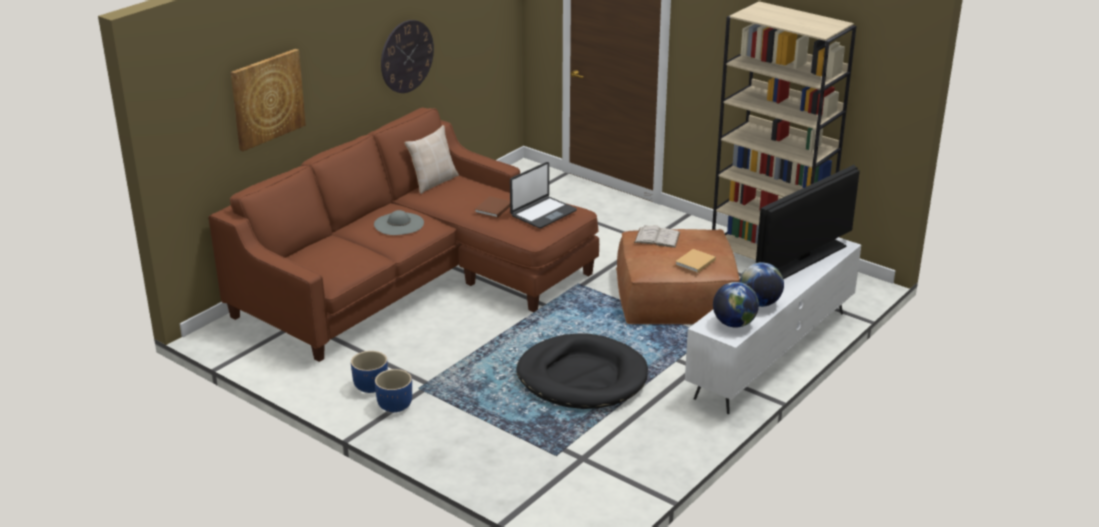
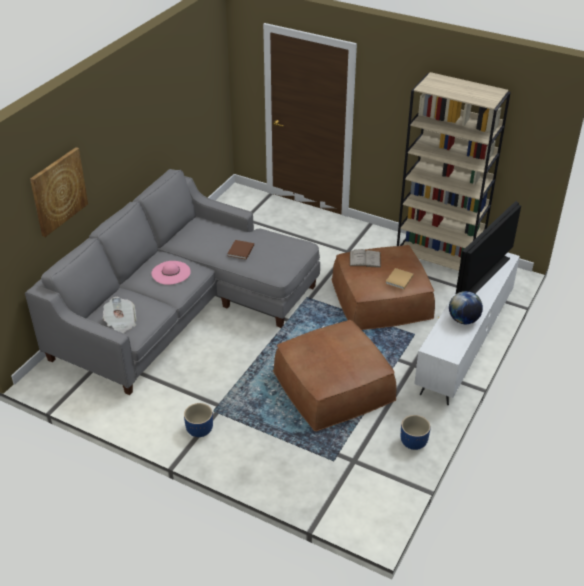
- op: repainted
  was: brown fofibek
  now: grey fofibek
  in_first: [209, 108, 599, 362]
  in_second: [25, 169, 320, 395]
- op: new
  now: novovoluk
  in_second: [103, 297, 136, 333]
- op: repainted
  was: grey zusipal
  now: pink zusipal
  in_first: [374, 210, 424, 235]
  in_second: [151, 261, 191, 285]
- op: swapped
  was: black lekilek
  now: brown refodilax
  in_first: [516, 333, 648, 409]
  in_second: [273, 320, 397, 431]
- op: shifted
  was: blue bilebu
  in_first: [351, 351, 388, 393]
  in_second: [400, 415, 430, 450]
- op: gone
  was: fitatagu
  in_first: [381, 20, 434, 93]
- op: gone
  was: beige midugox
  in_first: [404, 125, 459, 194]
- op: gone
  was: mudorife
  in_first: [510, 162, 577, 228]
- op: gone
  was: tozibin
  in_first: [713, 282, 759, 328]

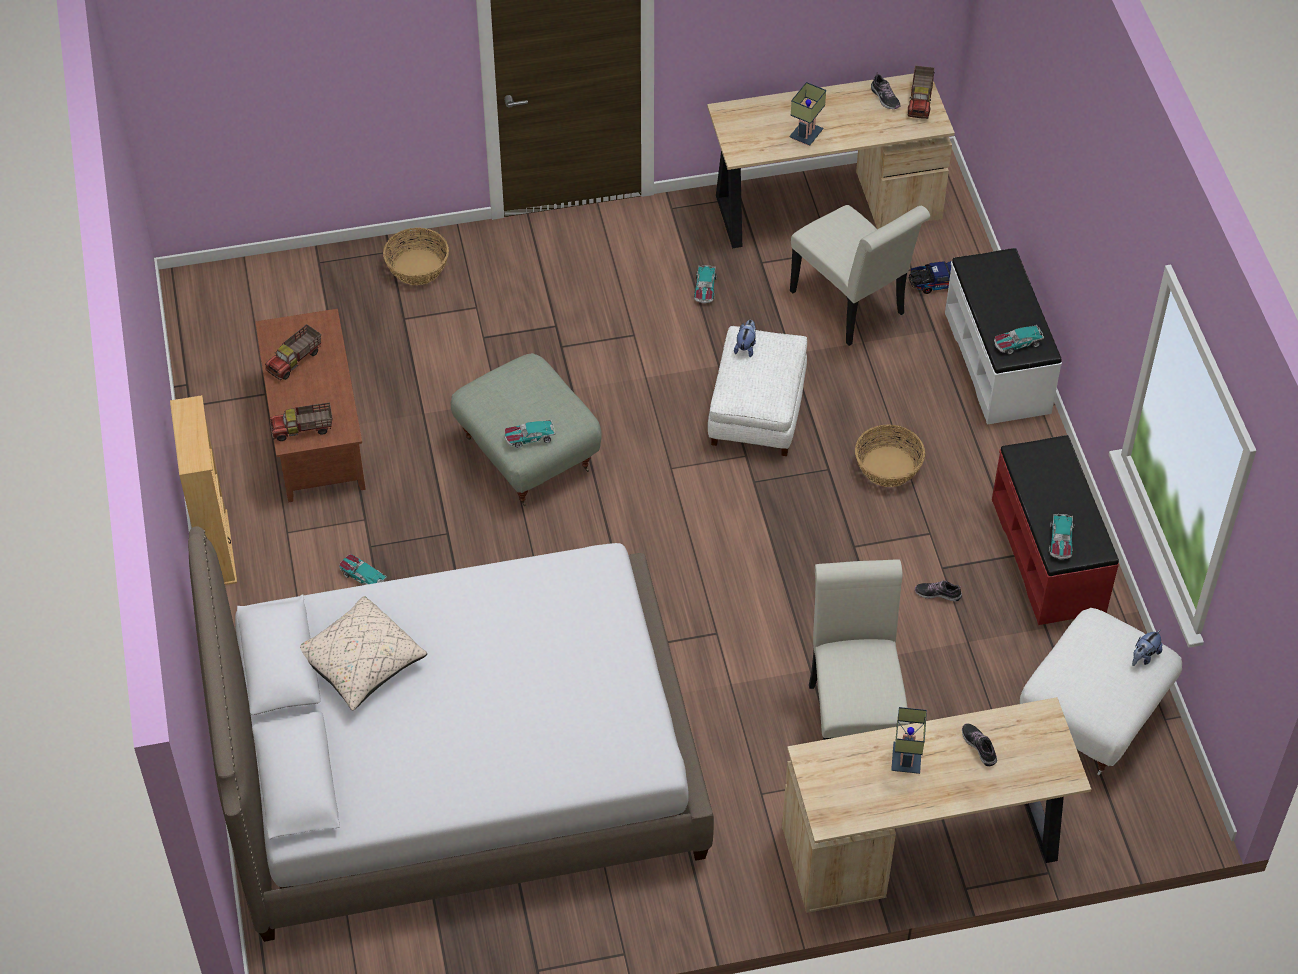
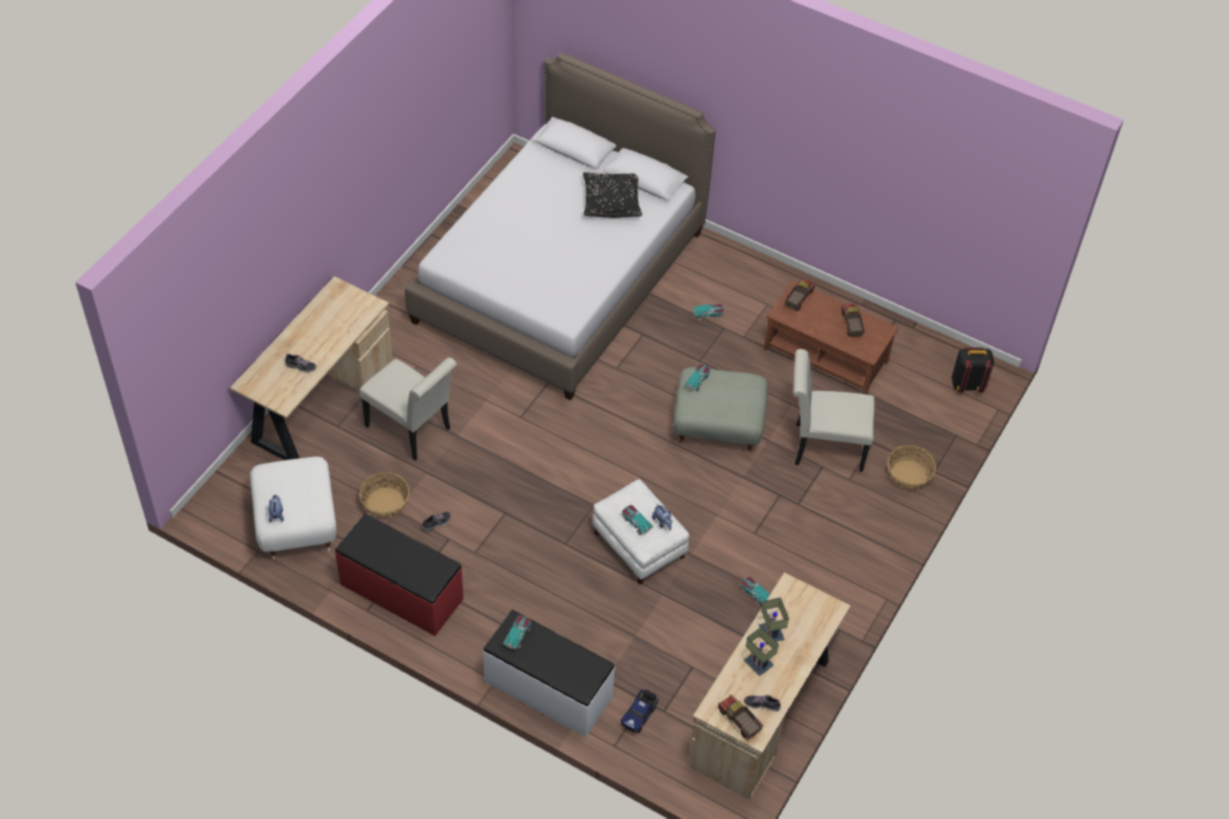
- op: shifted
  was: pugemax
  in_first: [855, 424, 925, 487]
  in_second: [359, 472, 410, 518]
- op: repainted
  was: beige midugox
  now: black midugox
  in_first: [300, 596, 427, 711]
  in_second: [583, 172, 642, 218]
- op: shifted
  was: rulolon
  in_first: [1049, 514, 1074, 559]
  in_second: [622, 505, 654, 535]
- op: shifted
  was: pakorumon
  in_first: [891, 707, 927, 774]
  in_second: [744, 627, 779, 676]
- op: shifted
  was: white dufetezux
  in_first: [790, 205, 930, 346]
  in_second: [793, 349, 874, 472]
- op: new
  now: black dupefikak
  in_second: [952, 347, 994, 393]
- op: gone
  was: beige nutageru
  in_first: [170, 395, 237, 585]

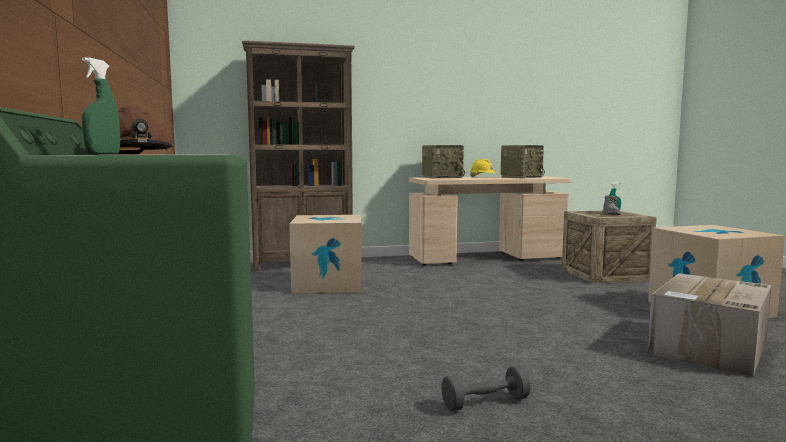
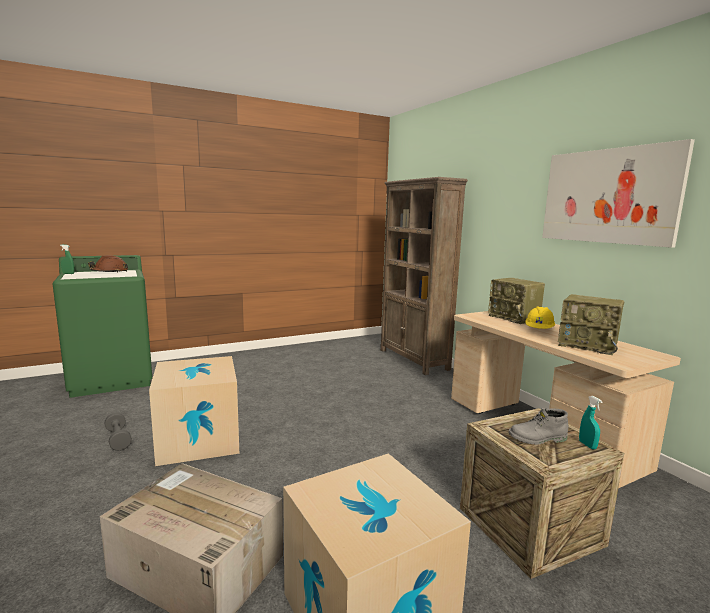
- op: shifted
  was: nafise
  in_first: [289, 215, 362, 294]
  in_second: [149, 356, 239, 466]
- op: new
  now: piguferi
  in_second: [542, 139, 695, 248]

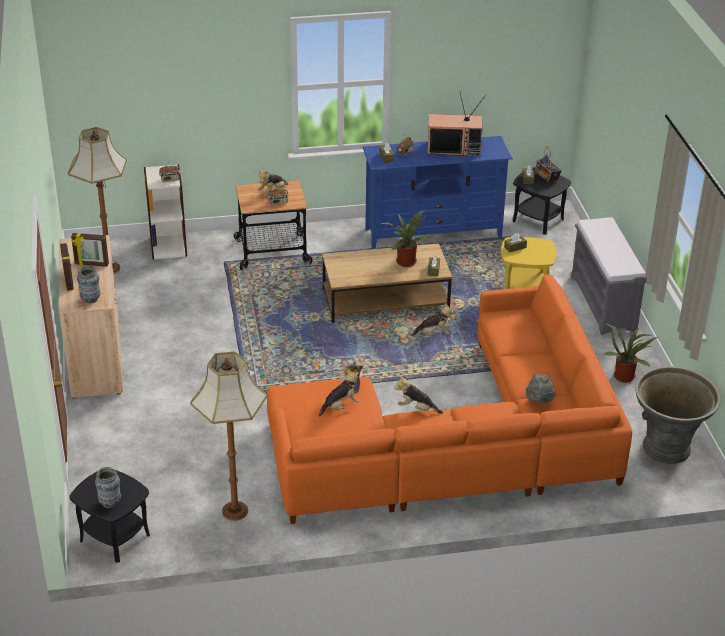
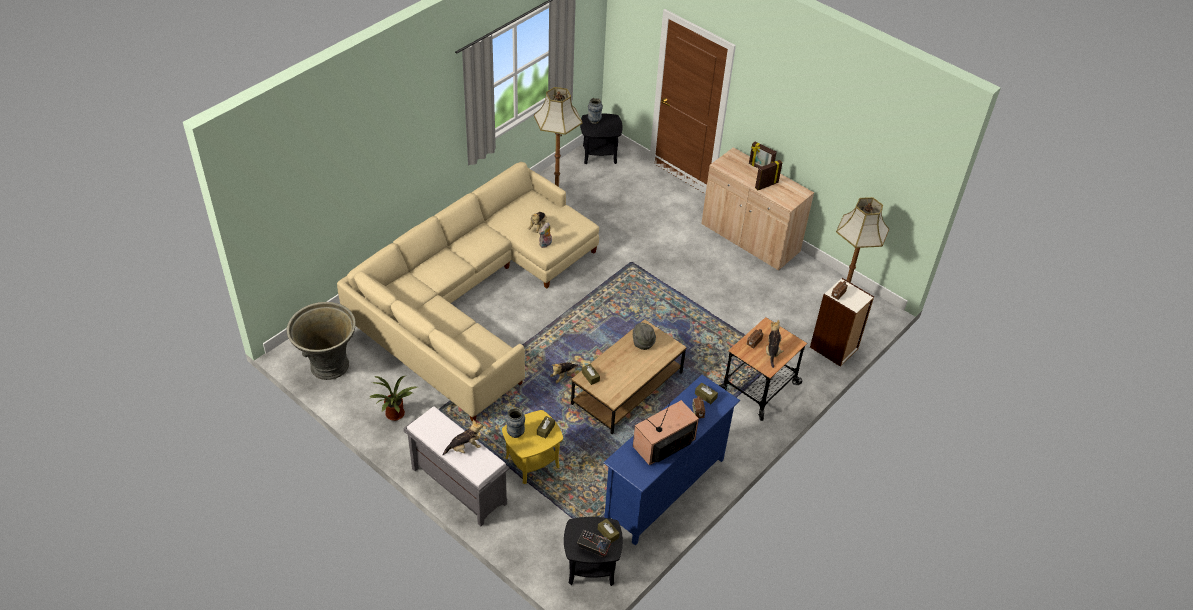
- op: repainted
  was: orange fofibek
  now: beige fofibek
  in_first: [267, 275, 632, 524]
  in_second: [337, 162, 599, 422]
- op: shifted
  was: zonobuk
  in_first: [394, 375, 443, 414]
  in_second: [443, 420, 483, 455]
- op: shifted
  was: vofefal
  in_first: [77, 265, 101, 304]
  in_second: [506, 408, 525, 438]
- op: shifted
  was: grey zusipal
  in_first: [526, 374, 556, 403]
  in_second: [633, 323, 656, 350]
- op: gone
  was: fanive
  in_first: [381, 210, 431, 267]

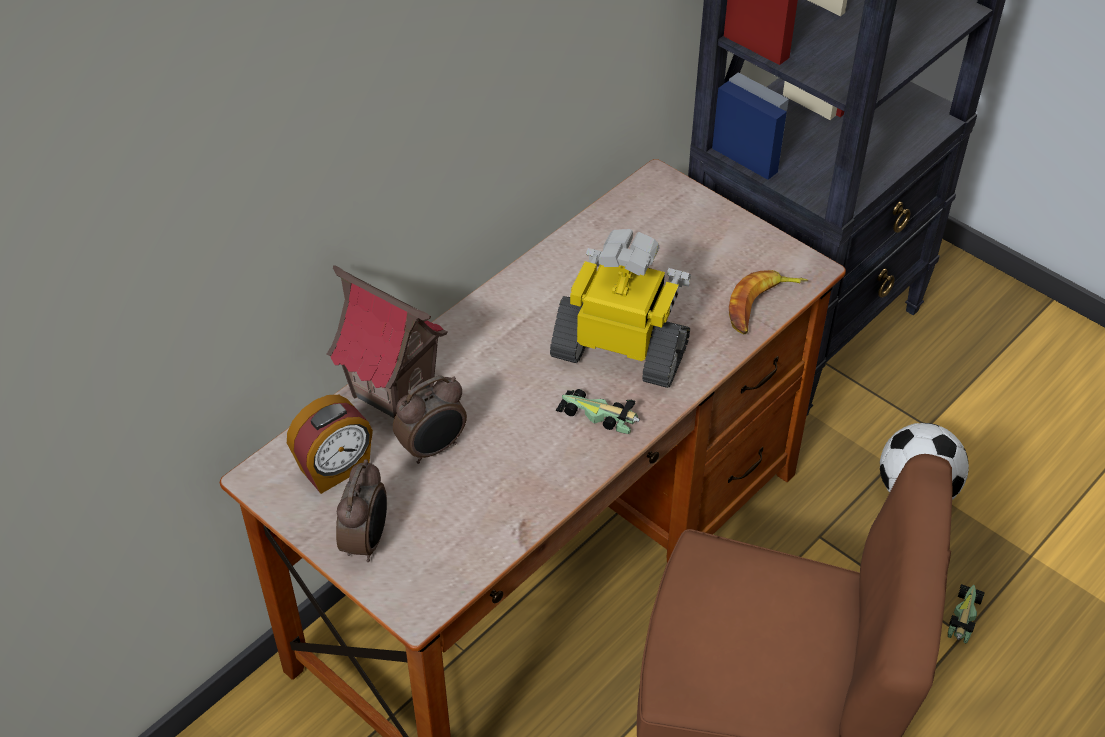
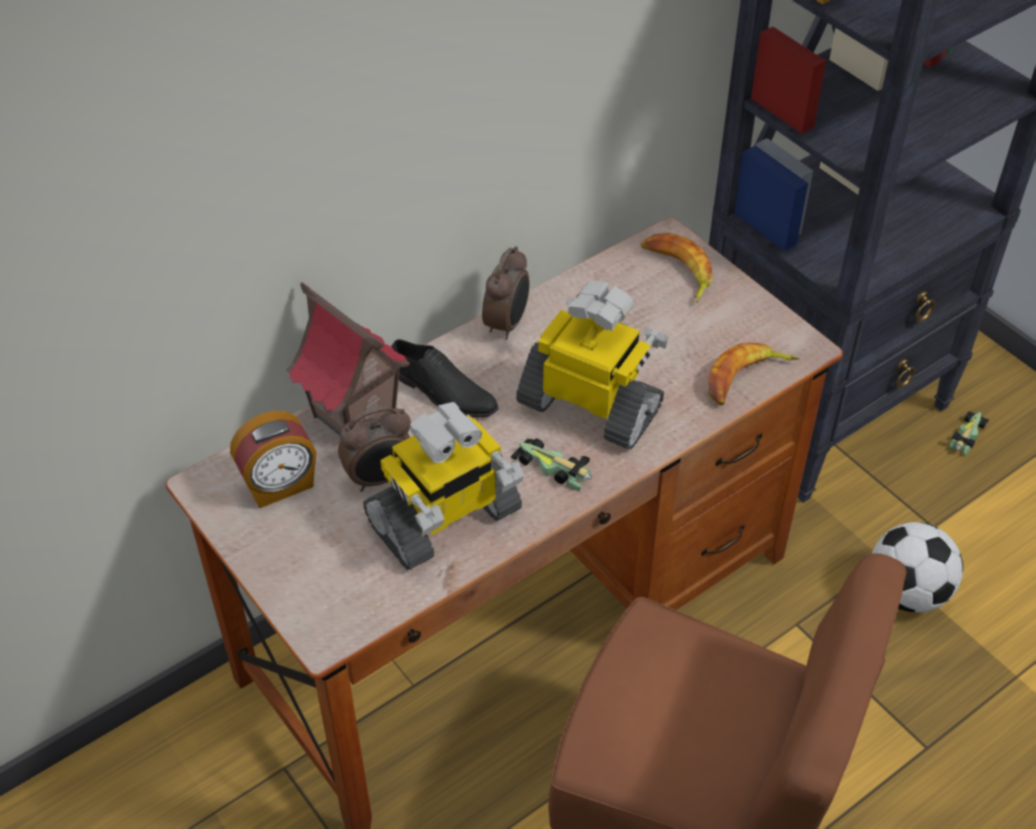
- op: new
  now: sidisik
  in_second: [363, 402, 524, 570]
- op: new
  now: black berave
  in_second: [391, 339, 498, 418]
- op: shifted
  was: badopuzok
  in_first: [336, 459, 387, 562]
  in_second: [482, 246, 530, 340]
- op: new
  now: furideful
  in_second: [641, 233, 713, 303]
- op: shifted
  was: rulolon
  in_first: [948, 584, 985, 644]
  in_second: [949, 411, 989, 456]

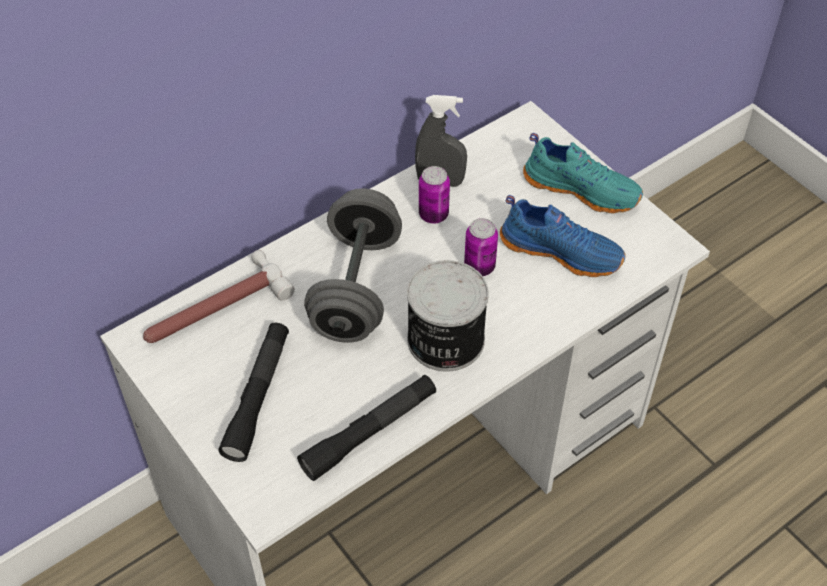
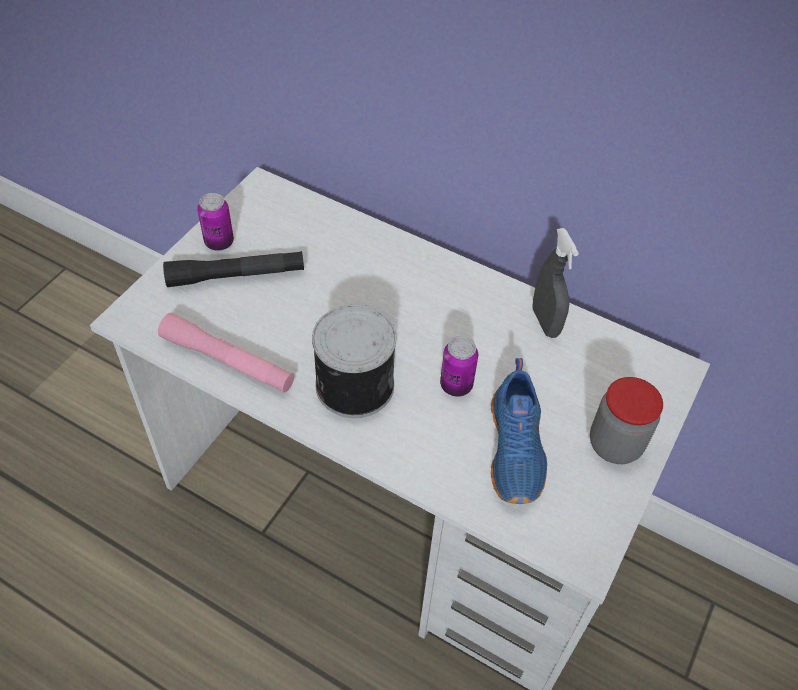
- op: repainted
  was: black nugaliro
  now: pink nugaliro
  in_first: [297, 375, 436, 481]
  in_second: [158, 313, 294, 393]
- op: shifted
  was: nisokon
  in_first: [419, 166, 450, 223]
  in_second: [197, 193, 234, 251]
- op: swapped
  was: turquoise berave
  now: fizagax
  in_first: [523, 133, 643, 213]
  in_second: [590, 377, 663, 464]
- op: gone
  was: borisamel
  in_first: [143, 250, 295, 343]
- op: gone
  was: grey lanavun
  in_first: [304, 188, 402, 343]

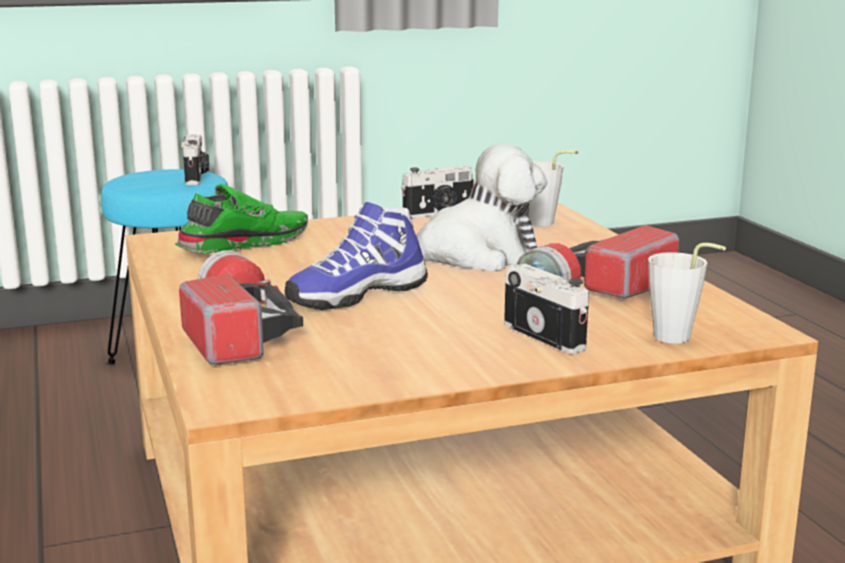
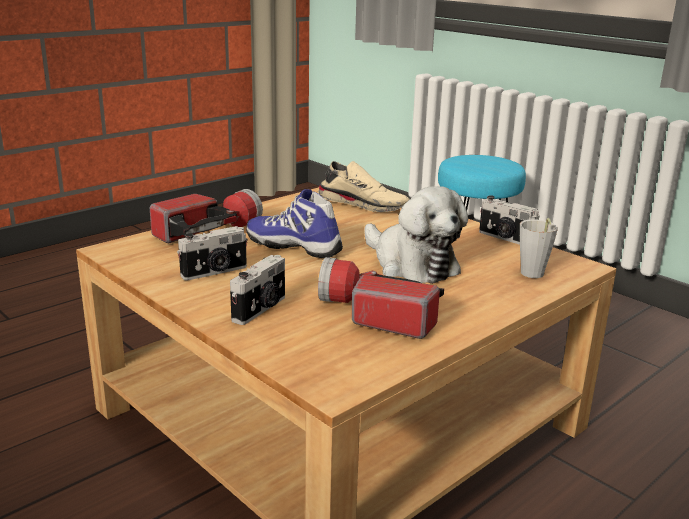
- op: shifted
  was: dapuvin
  in_first: [181, 134, 209, 185]
  in_second: [177, 226, 248, 280]
- op: repainted
  was: green berave
  now: beige berave
  in_first: [175, 184, 308, 253]
  in_second: [318, 161, 410, 212]
- op: gone
  was: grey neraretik
  in_first: [648, 243, 726, 344]

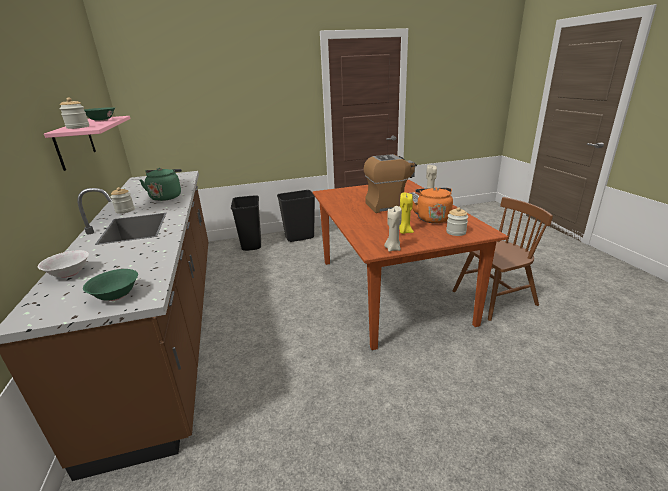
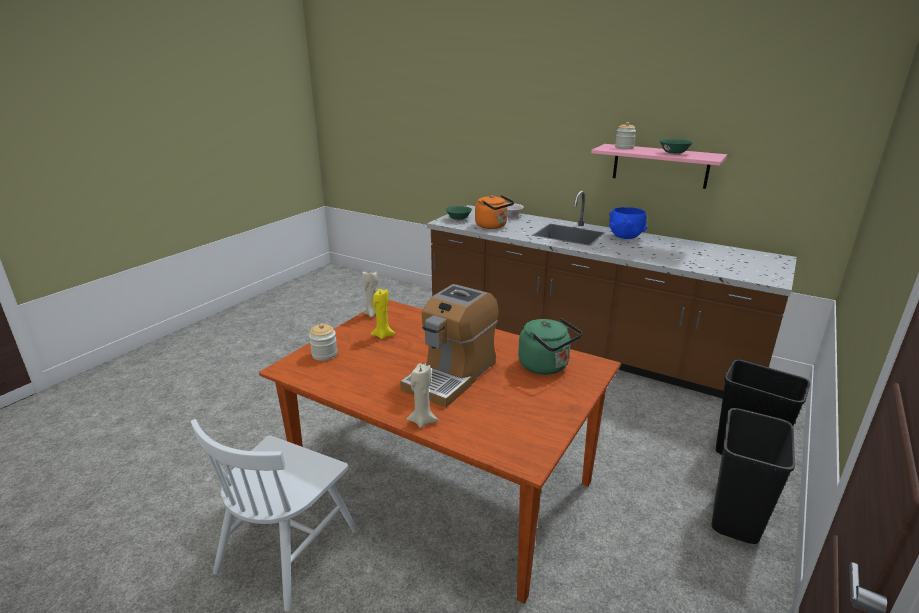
- op: repainted
  was: brown dufetezux
  now: white dufetezux
  in_first: [453, 197, 553, 321]
  in_second: [191, 419, 358, 612]
- op: shifted
  was: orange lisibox
  in_first: [412, 187, 453, 223]
  in_second: [475, 195, 514, 229]
- op: shifted
  was: green lisibox
  in_first: [139, 168, 182, 201]
  in_second: [518, 318, 582, 375]
- op: swapped
  was: fizagax
  now: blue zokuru
  in_first: [111, 187, 134, 214]
  in_second: [609, 207, 648, 239]

